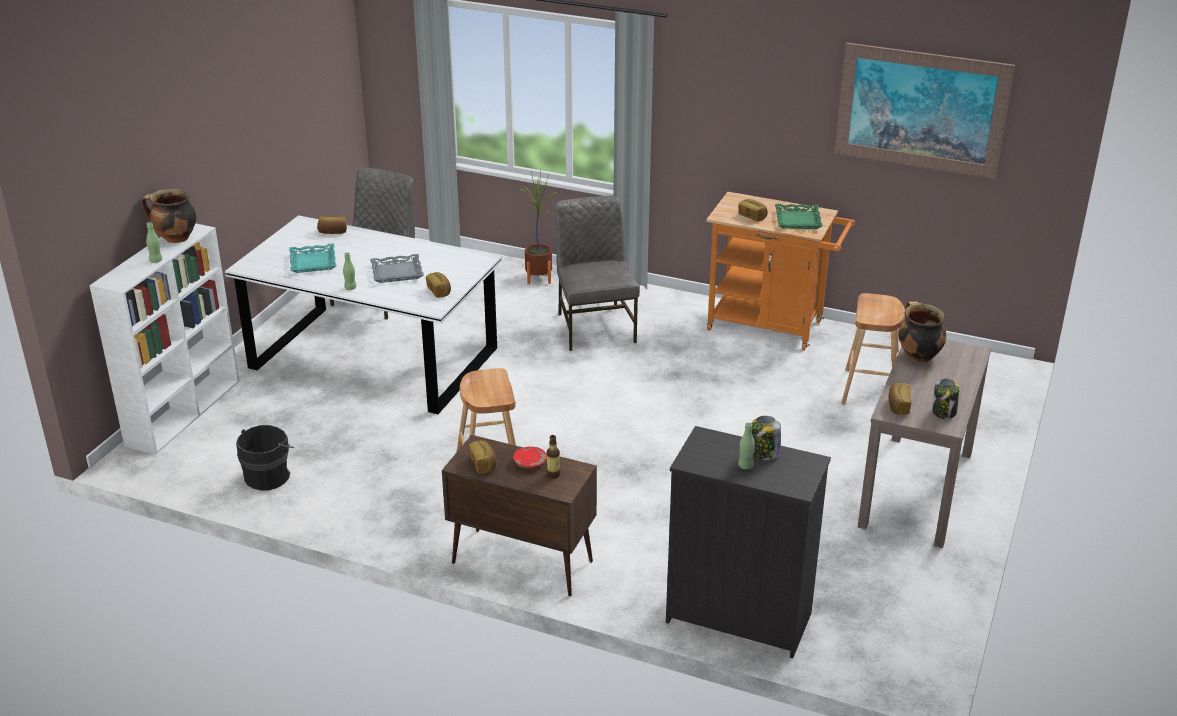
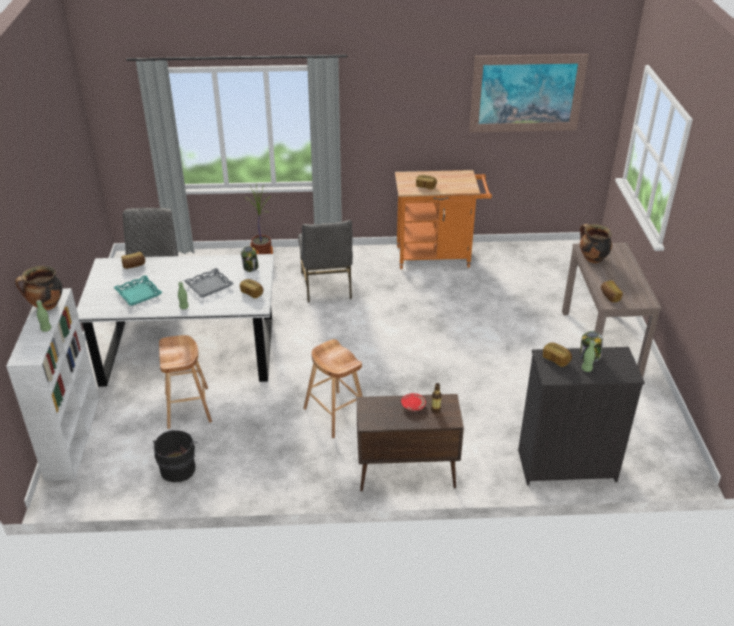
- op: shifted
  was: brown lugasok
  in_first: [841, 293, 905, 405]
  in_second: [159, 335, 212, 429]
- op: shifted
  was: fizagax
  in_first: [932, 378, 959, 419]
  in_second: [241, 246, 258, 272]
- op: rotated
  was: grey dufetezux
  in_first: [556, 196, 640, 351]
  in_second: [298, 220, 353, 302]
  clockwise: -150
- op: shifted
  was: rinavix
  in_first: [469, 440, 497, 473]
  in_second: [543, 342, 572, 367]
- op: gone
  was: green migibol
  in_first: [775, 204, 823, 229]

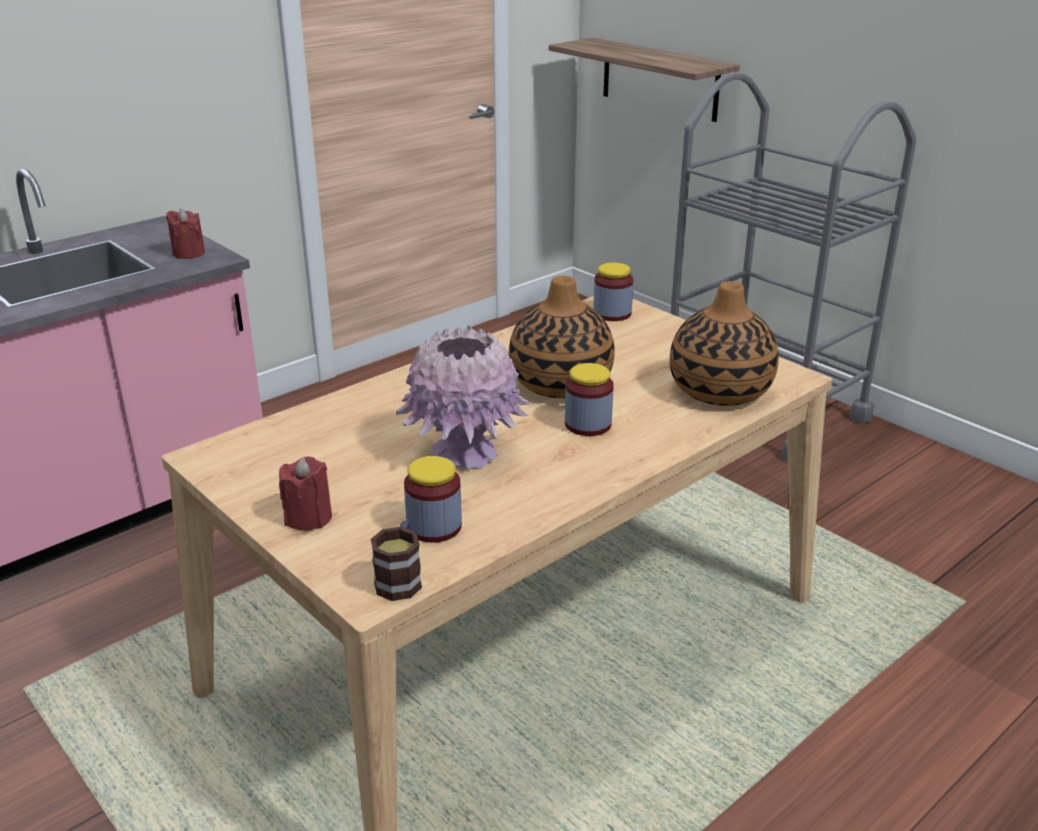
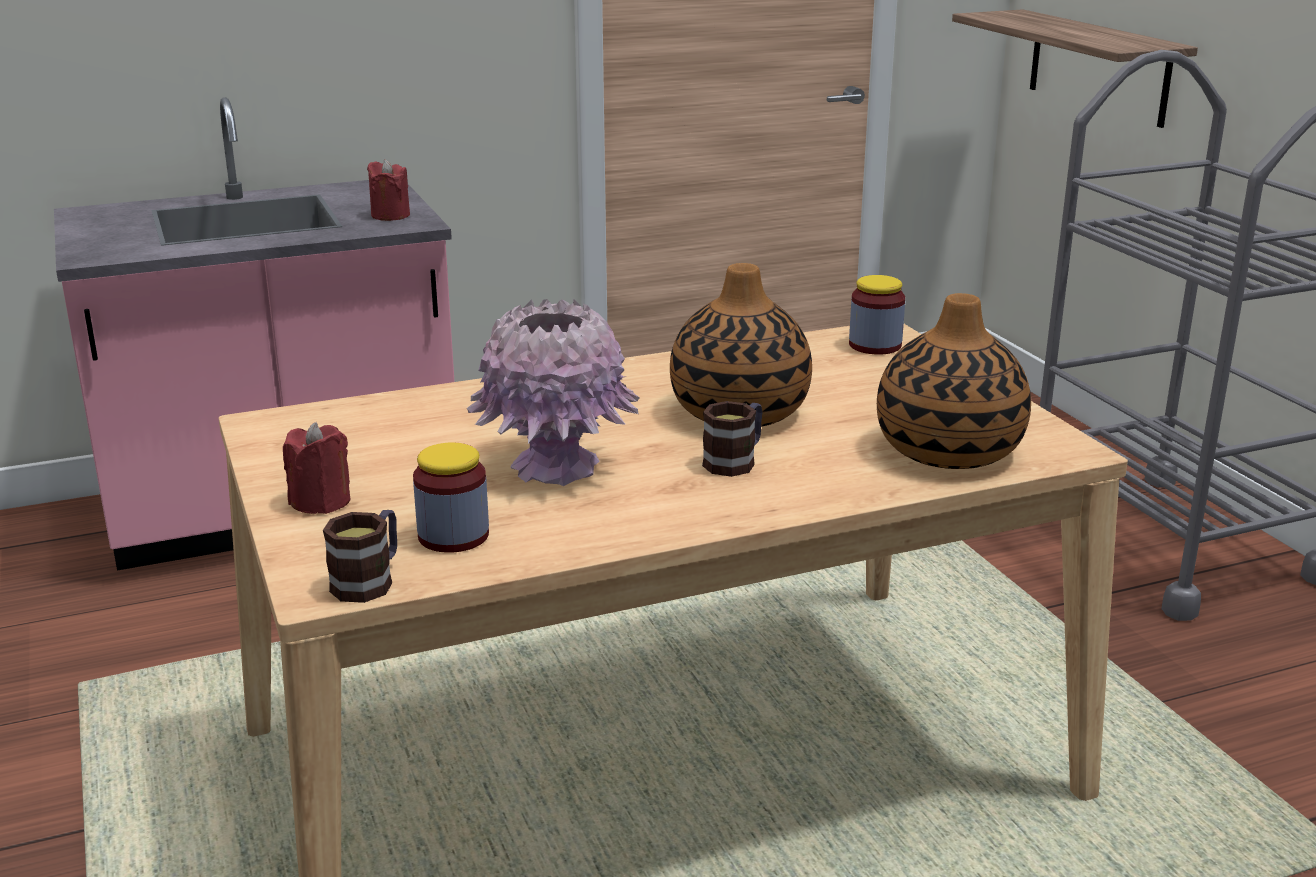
- op: swapped
  was: fizagax
  now: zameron
  in_first: [565, 363, 613, 436]
  in_second: [702, 401, 762, 477]

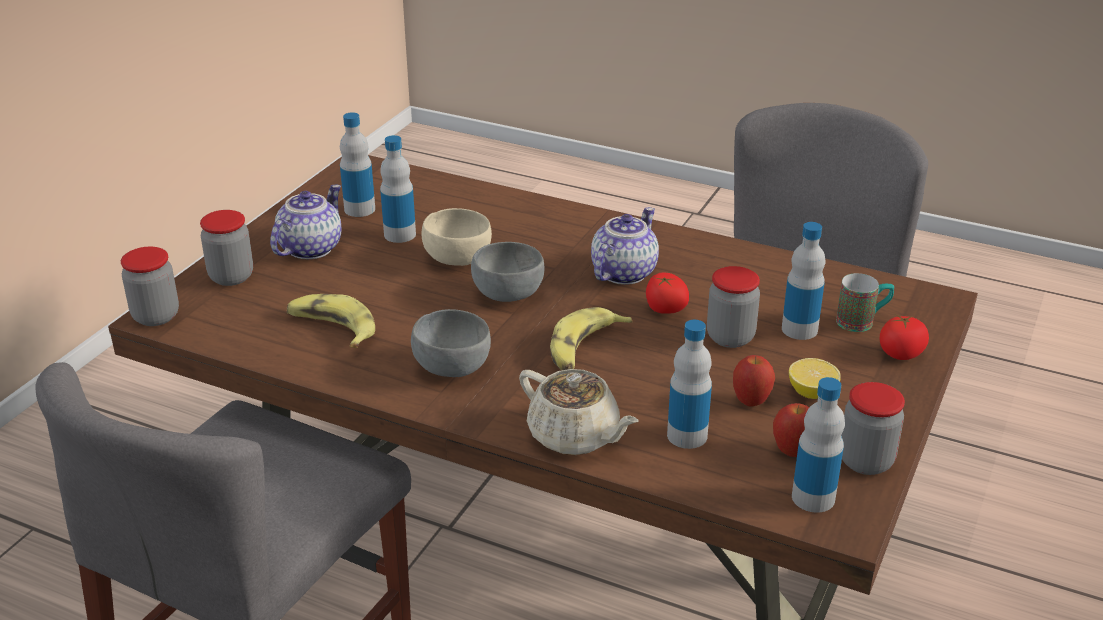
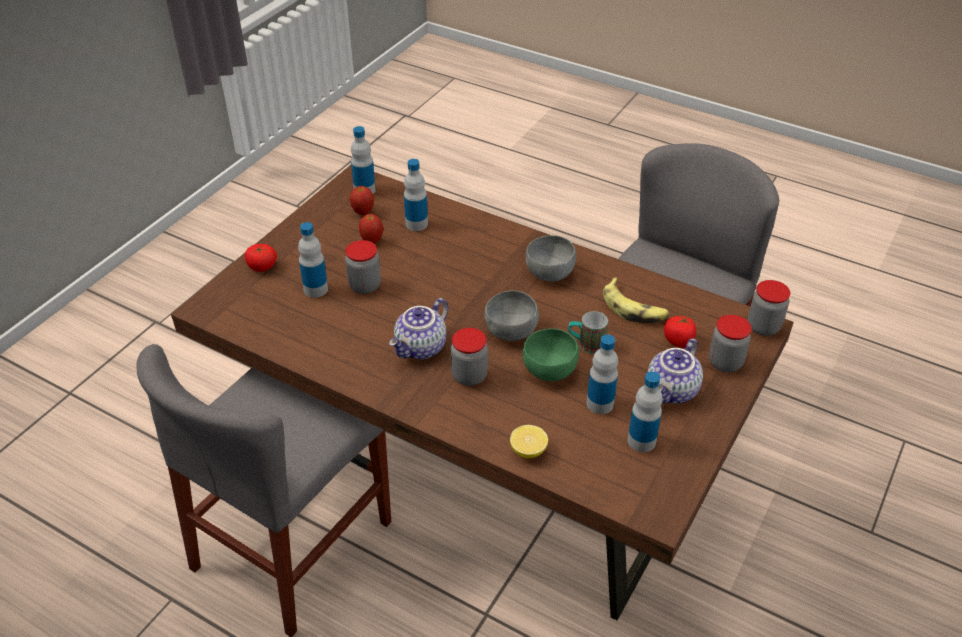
- op: shifted
  was: fizagax
  in_first: [841, 382, 905, 475]
  in_second: [451, 328, 488, 386]
- op: shifted
  was: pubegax
  in_first: [789, 358, 841, 399]
  in_second: [510, 425, 548, 458]
- op: repainted
  was: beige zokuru
  now: green zokuru
  in_first: [421, 208, 492, 266]
  in_second: [523, 328, 579, 381]
- op: shifted
  was: zameron
  in_first: [836, 273, 894, 332]
  in_second: [568, 311, 608, 354]
- op: shifted
  was: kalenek
  in_first: [646, 273, 689, 314]
  in_second: [664, 316, 696, 348]
- op: gone
  was: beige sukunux
  in_first: [519, 369, 639, 455]
- op: gone
  was: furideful
  in_first: [550, 307, 633, 370]

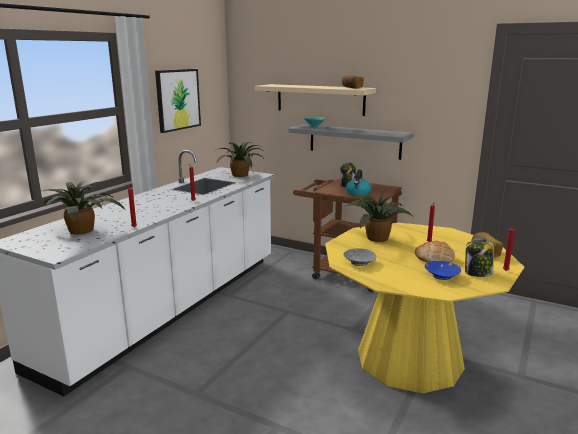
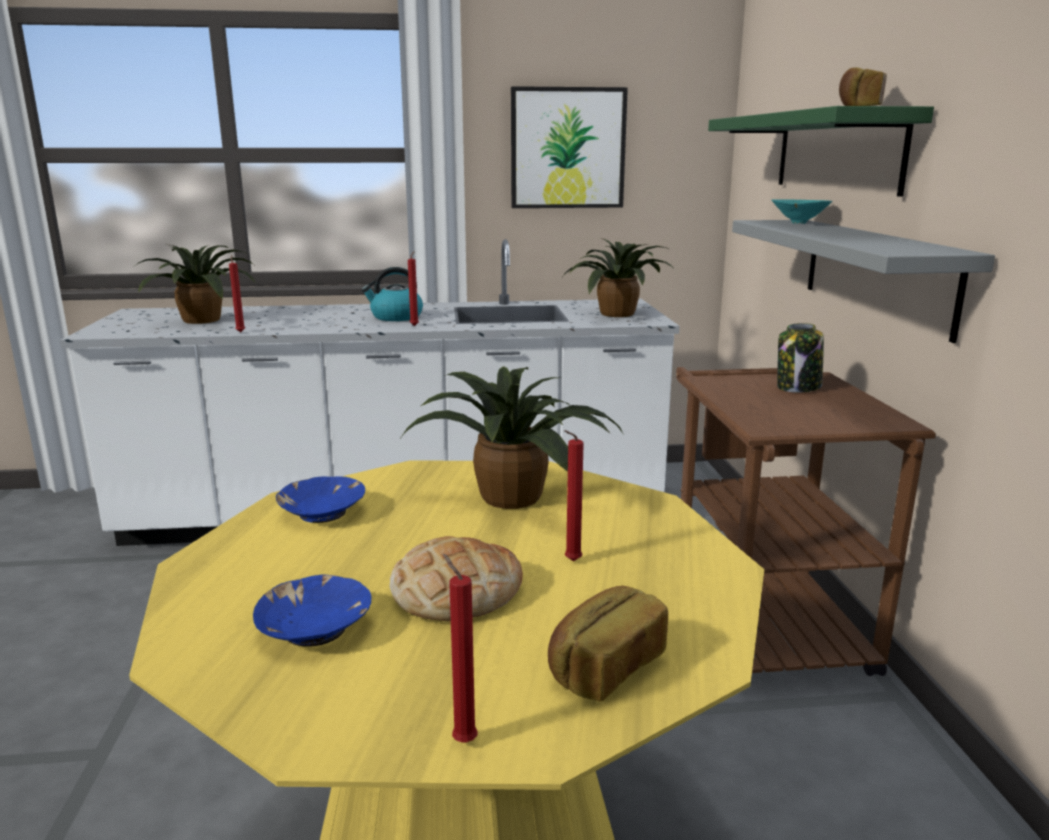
- op: repainted
  was: grey zokuru
  now: blue zokuru
  in_first: [343, 248, 376, 266]
  in_second: [276, 476, 365, 523]
- op: shifted
  was: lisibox
  in_first: [346, 169, 371, 196]
  in_second: [361, 267, 423, 321]
- op: repainted
  was: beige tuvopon
  now: green tuvopon
  in_first: [255, 84, 376, 116]
  in_second: [708, 106, 934, 197]
- op: gone
  was: fizagax
  in_first: [465, 238, 494, 277]

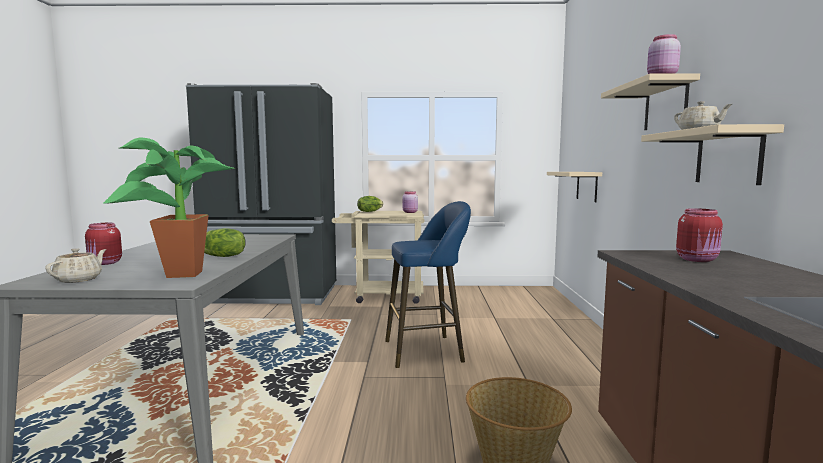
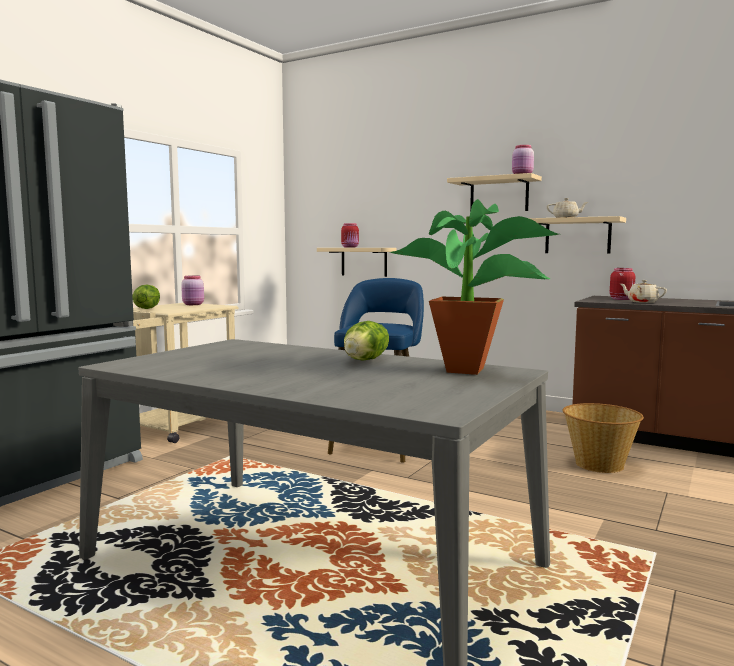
- op: shifted
  was: red fizagax
  in_first: [85, 223, 122, 265]
  in_second: [341, 223, 359, 248]
- op: shifted
  was: beige sukunux
  in_first: [45, 248, 106, 283]
  in_second: [620, 280, 667, 303]

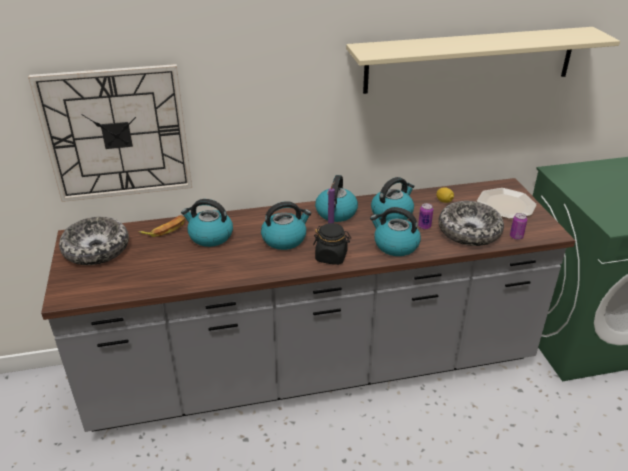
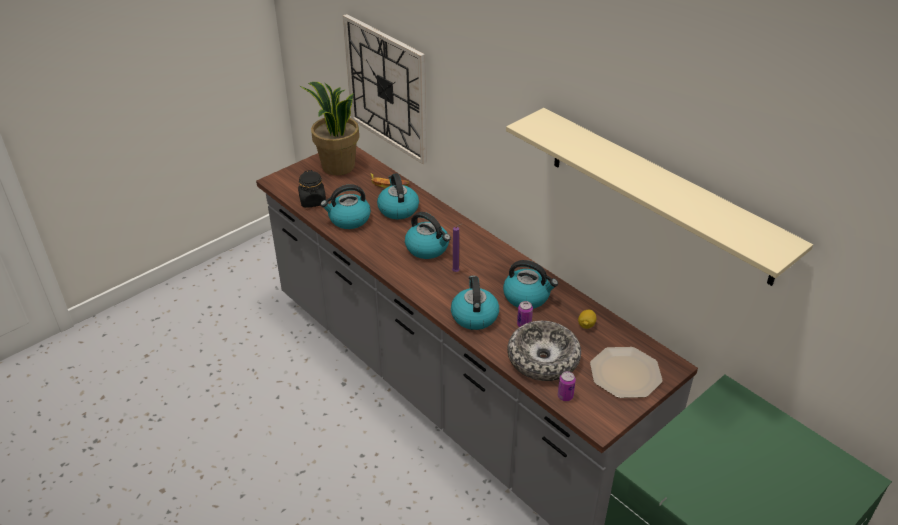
- op: shifted
  was: black fizagax
  in_first: [313, 223, 351, 265]
  in_second: [298, 170, 326, 208]
- op: swapped
  was: zokuru
  now: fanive
  in_first: [59, 217, 129, 265]
  in_second: [300, 82, 359, 175]
- op: shifted
  was: lisibox
  in_first: [315, 175, 358, 222]
  in_second: [321, 184, 371, 229]

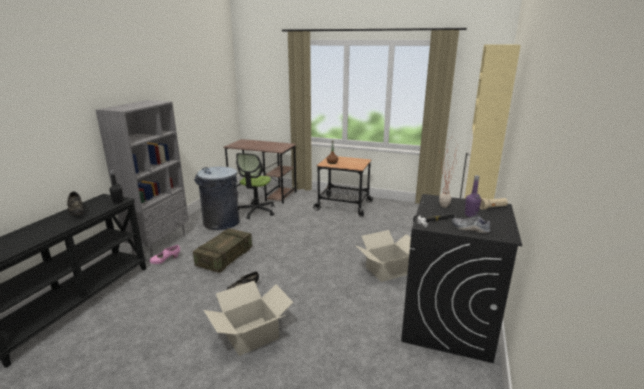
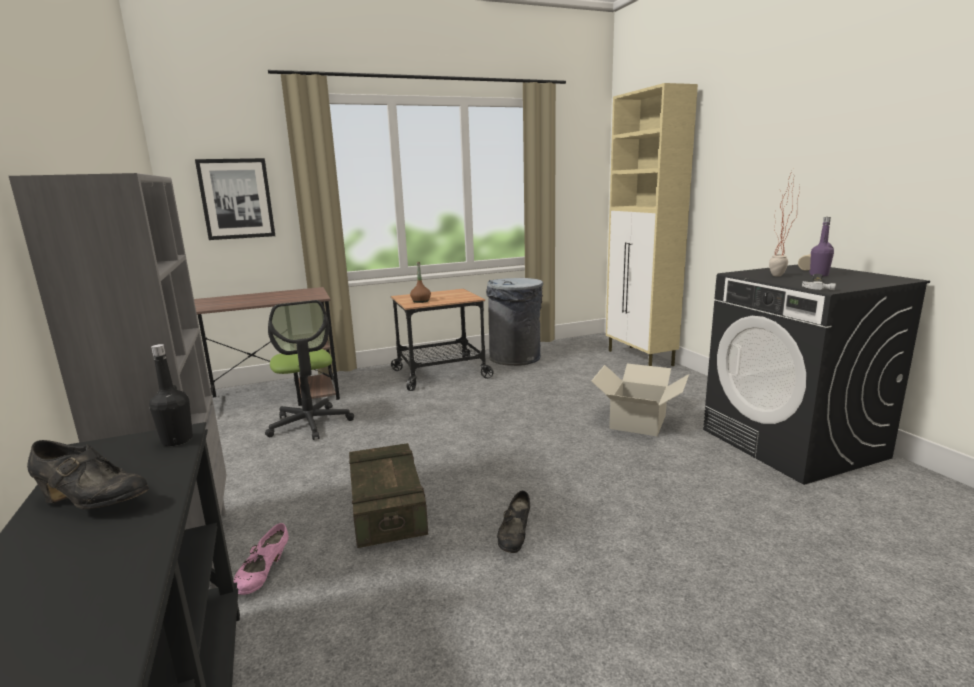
- op: new
  now: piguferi
  in_second: [195, 158, 275, 240]
- op: shifted
  was: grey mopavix
  in_first: [194, 167, 240, 230]
  in_second: [486, 278, 543, 366]
- op: gone
  was: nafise
  in_first: [204, 281, 293, 356]
- op: gone
  was: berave
  in_first: [452, 212, 490, 233]

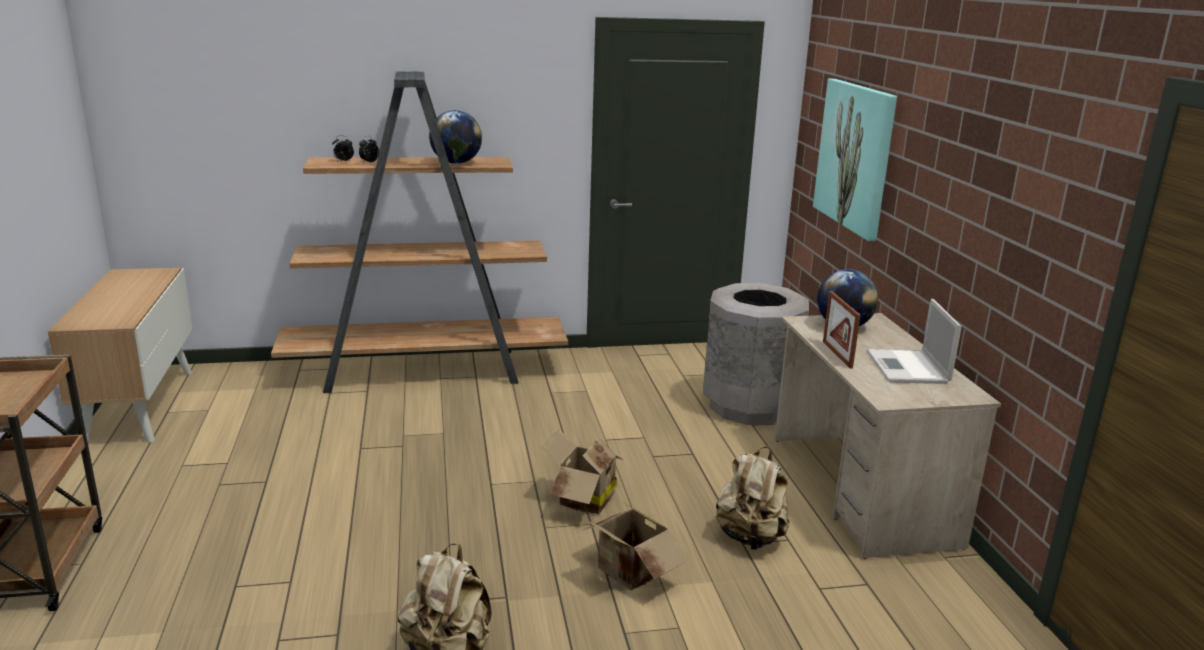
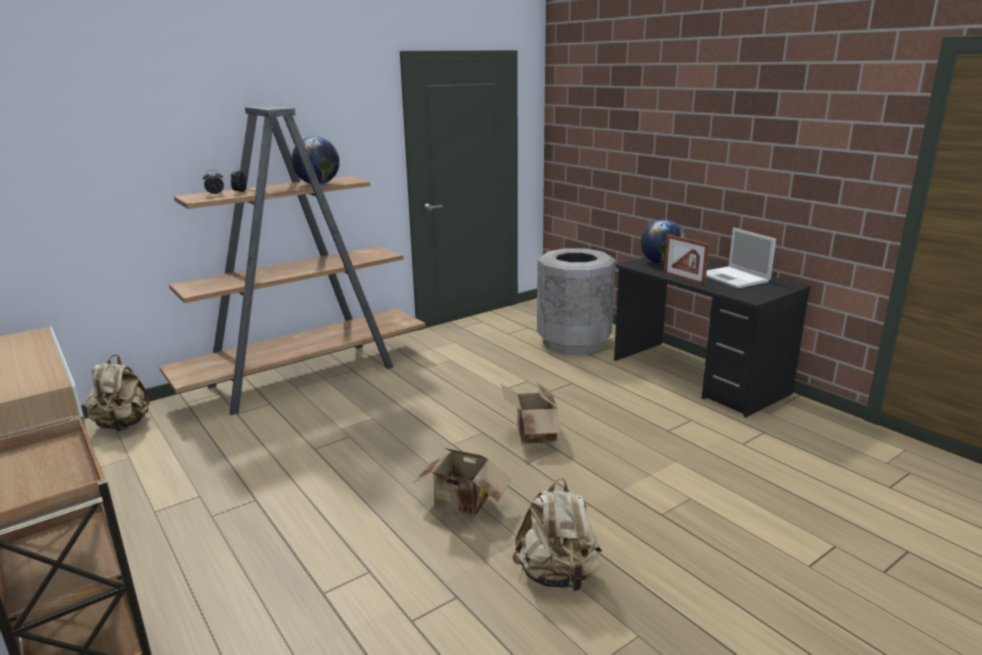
- op: shifted
  was: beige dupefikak
  in_first: [716, 447, 790, 550]
  in_second: [84, 355, 150, 431]
- op: shifted
  was: nafise
  in_first: [583, 501, 688, 591]
  in_second: [413, 448, 512, 519]
- op: repainted
  was: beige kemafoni
  now: black kemafoni
  in_first: [775, 313, 1001, 559]
  in_second: [614, 257, 811, 417]
- op: gone
  was: piguferi
  in_first: [813, 79, 897, 241]

